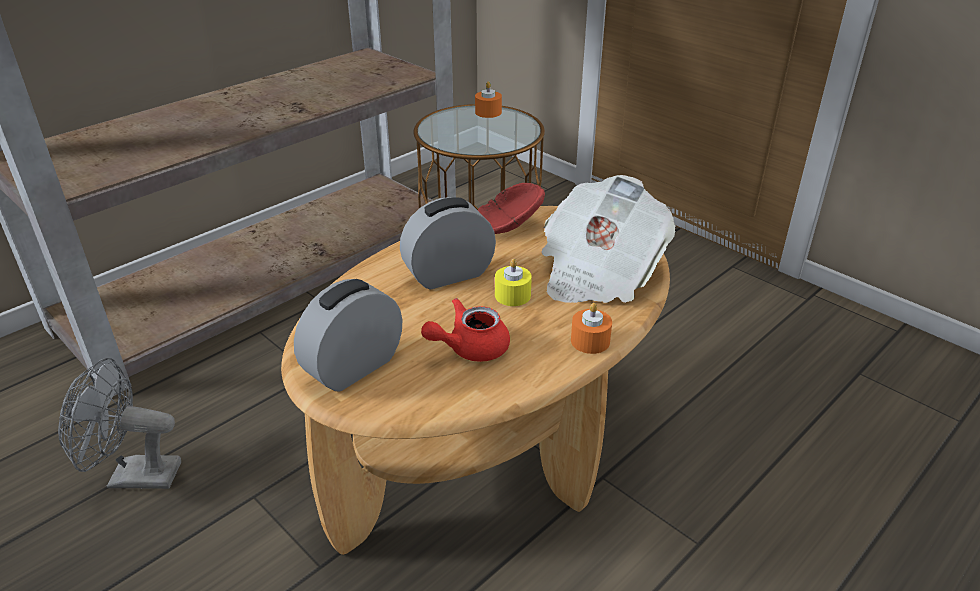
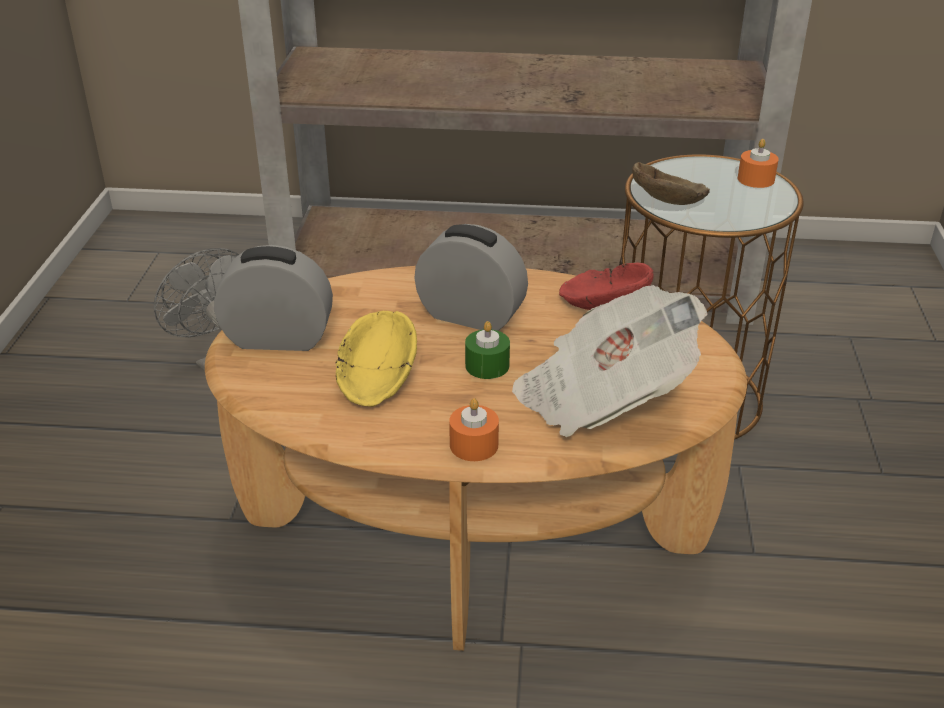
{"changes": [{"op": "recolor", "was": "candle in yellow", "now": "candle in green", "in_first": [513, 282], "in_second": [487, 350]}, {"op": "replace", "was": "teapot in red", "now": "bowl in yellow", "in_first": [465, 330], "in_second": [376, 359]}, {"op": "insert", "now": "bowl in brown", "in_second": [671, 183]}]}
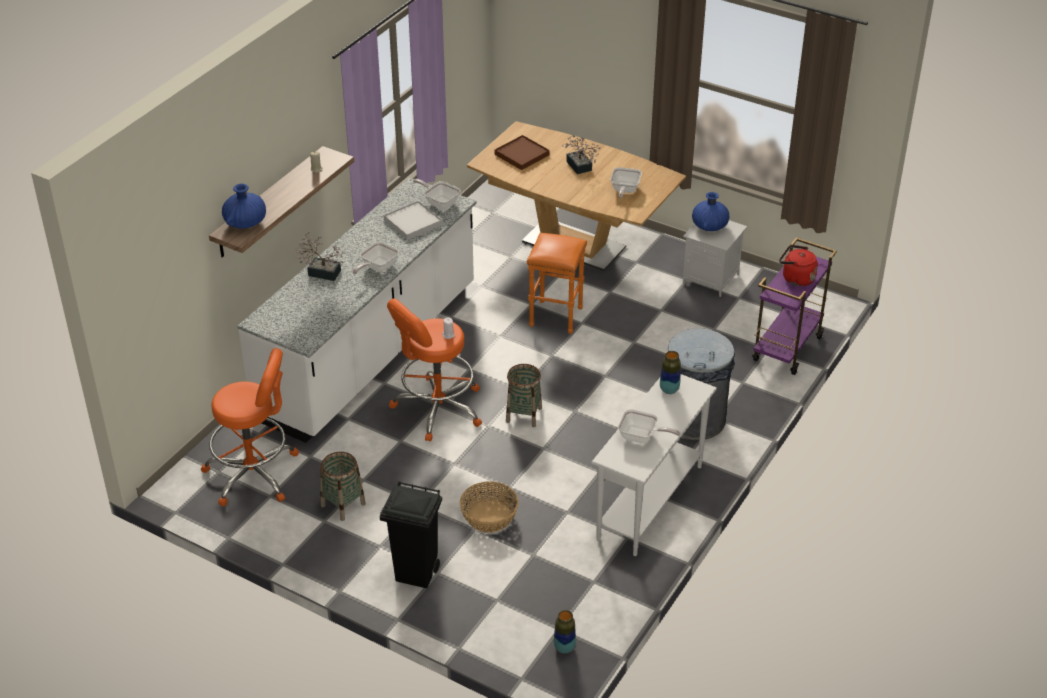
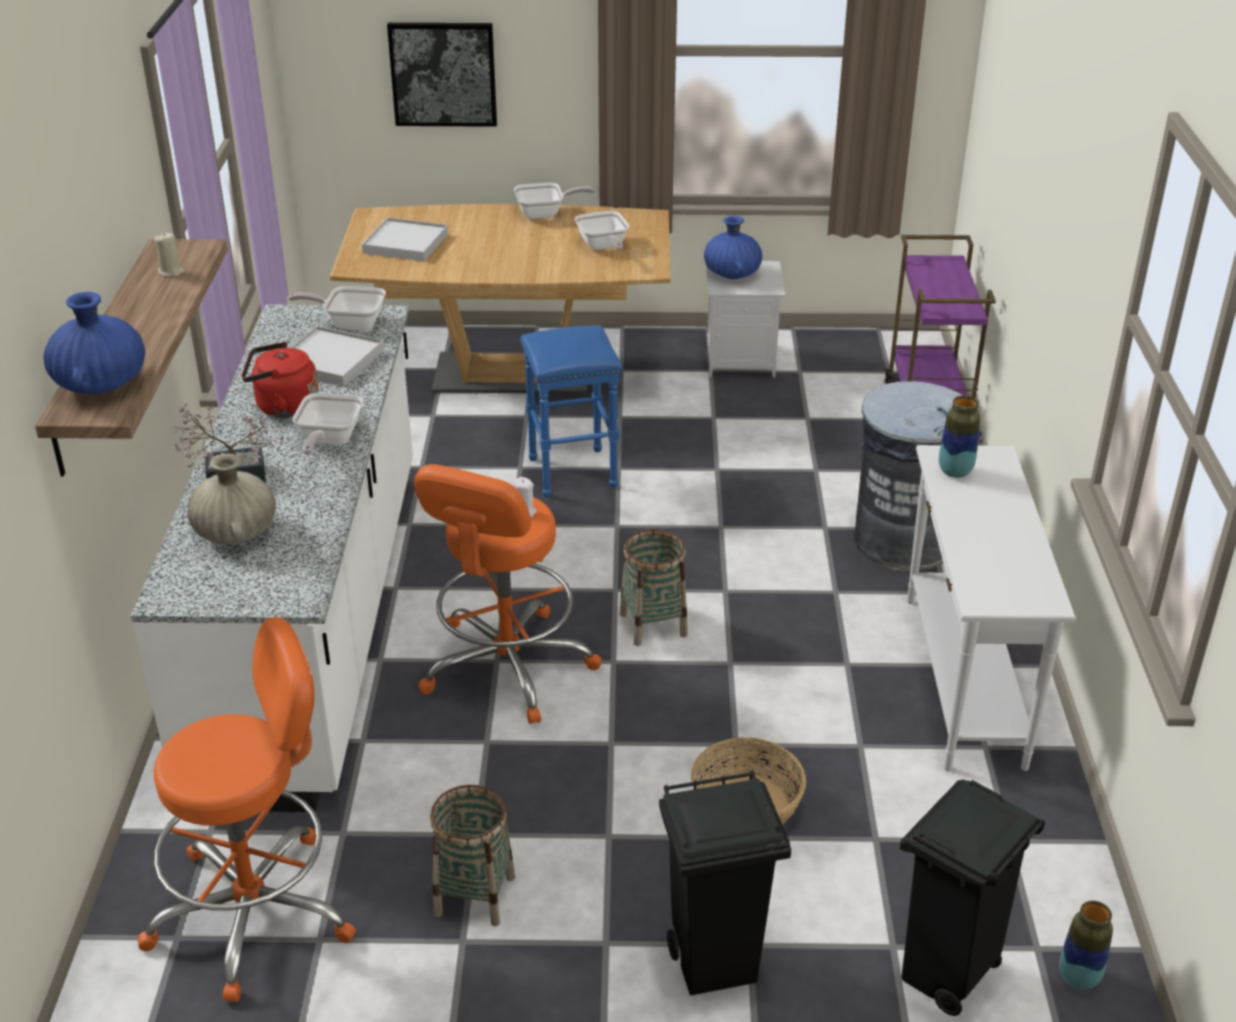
{"changes": [{"op": "recolor", "was": "tray in brown", "now": "tray in white", "in_first": [522, 152], "in_second": [405, 239]}, {"op": "delete", "was": "potted plant", "in_first": [581, 154]}, {"op": "recolor", "was": "stool in orange", "now": "stool in blue", "in_first": [557, 283], "in_second": [571, 411]}, {"op": "move", "was": "kettle in red", "in_first": [798, 265], "in_second": [280, 380]}, {"op": "move", "was": "frying pan", "in_first": [649, 426], "in_second": [554, 201]}, {"op": "insert", "now": "picture", "in_second": [442, 75]}, {"op": "insert", "now": "vase in beige", "in_second": [231, 498]}, {"op": "insert", "now": "trash can in black", "in_second": [972, 897]}]}
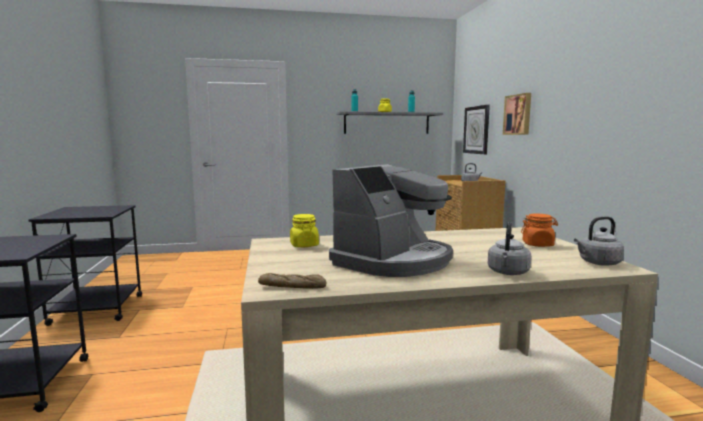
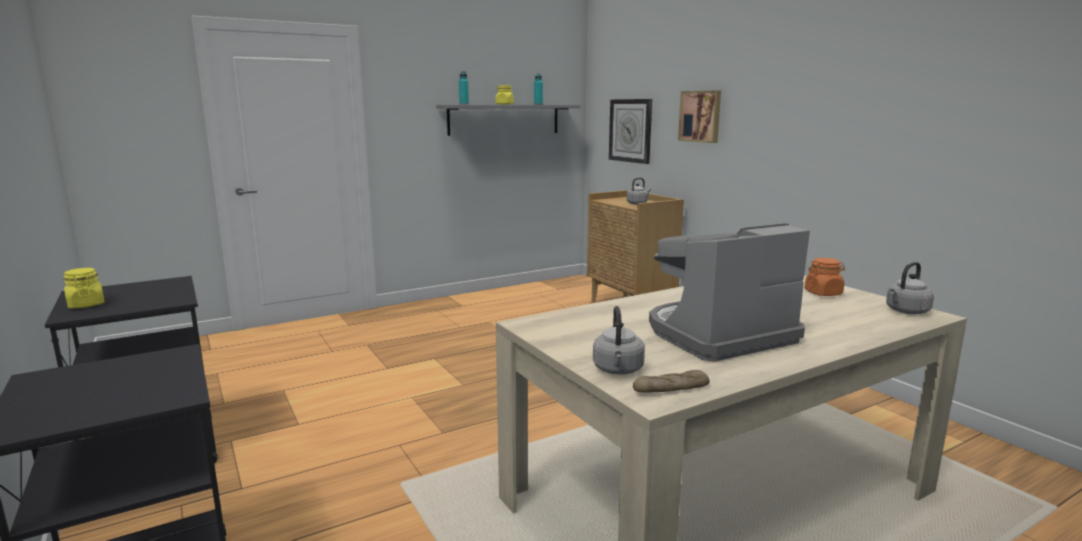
{"changes": [{"op": "rotate", "was": "coffee machine", "in_first": [391, 220], "in_second": [729, 292], "clockwise": -135}, {"op": "move", "was": "jar in yellow", "in_first": [304, 230], "in_second": [84, 288]}, {"op": "move", "was": "kettle in grey", "in_first": [509, 248], "in_second": [619, 340]}]}
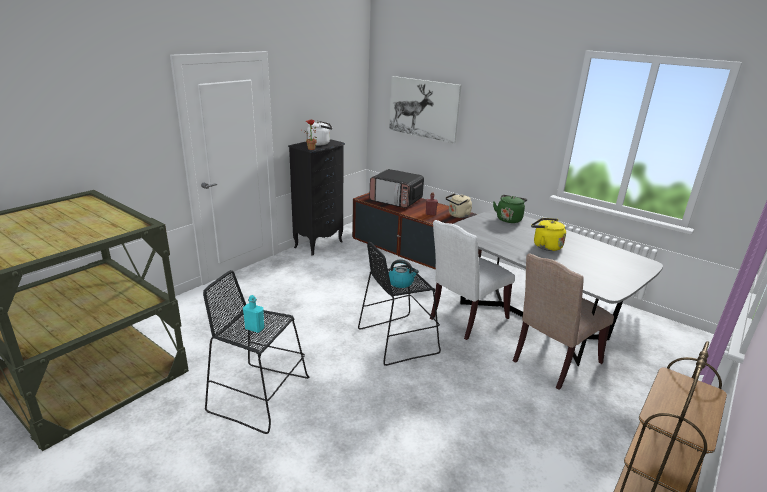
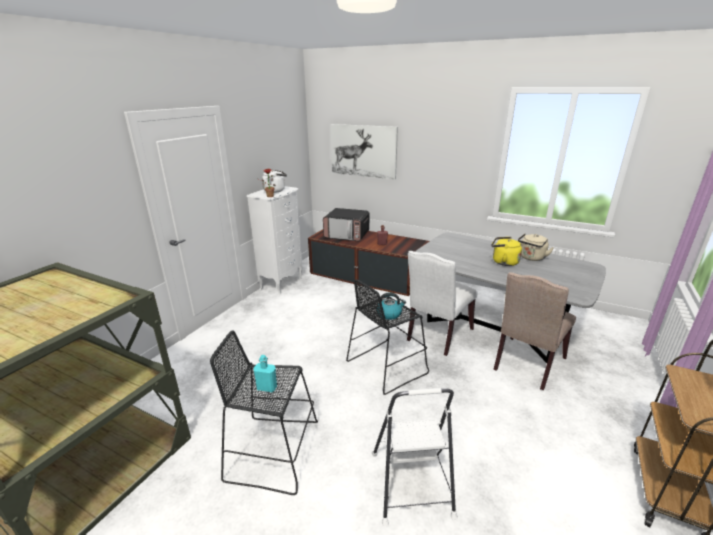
{"changes": [{"op": "recolor", "was": "dresser in black", "now": "dresser in white", "in_first": [316, 197], "in_second": [275, 240]}, {"op": "move", "was": "kettle in beige", "in_first": [459, 205], "in_second": [535, 247]}, {"op": "delete", "was": "kettle in green", "in_first": [510, 209]}, {"op": "insert", "now": "step ladder in white", "in_second": [415, 457]}]}
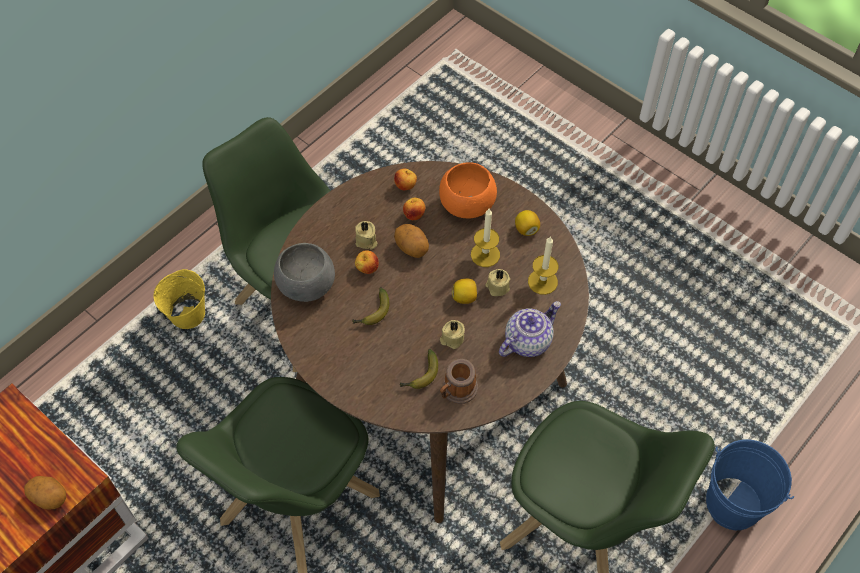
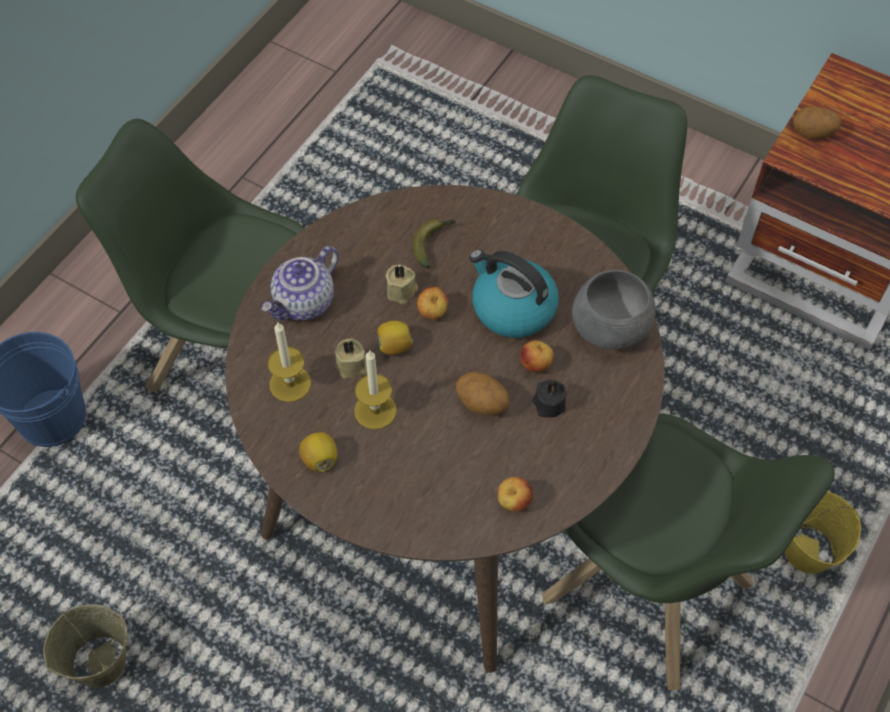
{"changes": [{"op": "delete", "was": "bowl in orange", "in_first": [468, 191]}, {"op": "move", "was": "apple", "in_first": [414, 209], "in_second": [432, 303]}, {"op": "recolor", "was": "candle in beige", "now": "candle in black", "in_first": [366, 235], "in_second": [549, 399]}, {"op": "replace", "was": "banana", "now": "kettle", "in_first": [370, 306], "in_second": [514, 293]}, {"op": "delete", "was": "mug", "in_first": [459, 381]}, {"op": "insert", "now": "bucket in beige", "in_second": [85, 646]}]}
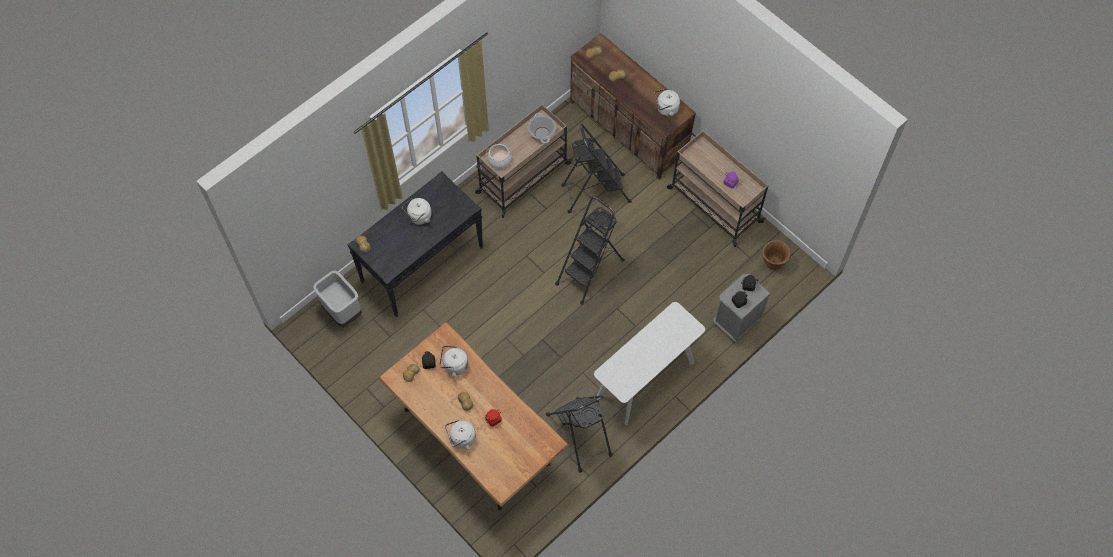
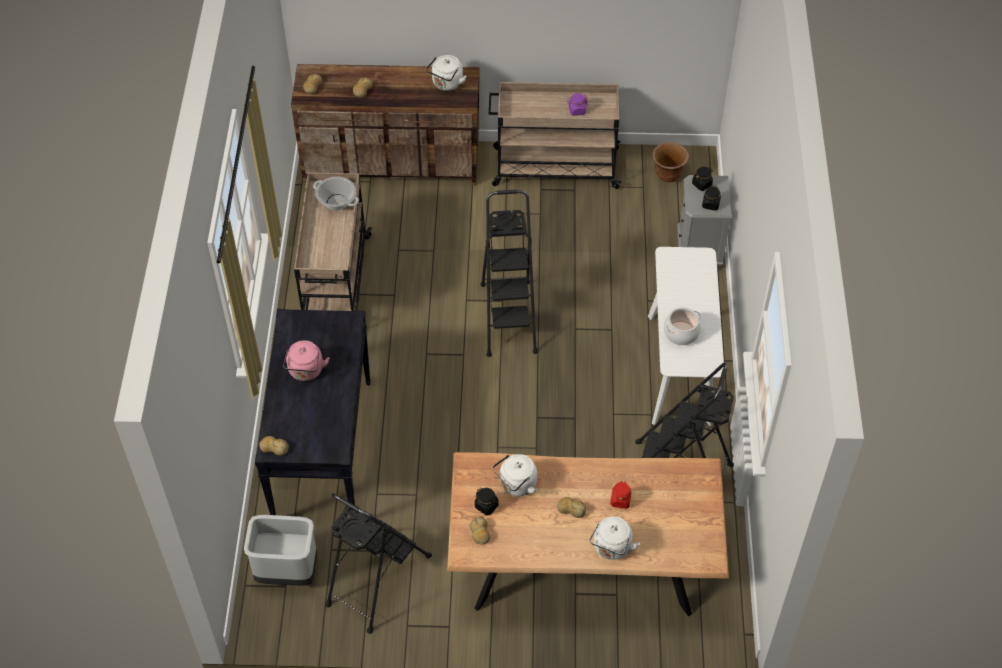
{"changes": [{"op": "move", "was": "step ladder", "in_first": [596, 168], "in_second": [378, 563]}, {"op": "move", "was": "cooking pot", "in_first": [499, 156], "in_second": [682, 326]}, {"op": "recolor", "was": "kettle in white", "now": "kettle in pink", "in_first": [417, 211], "in_second": [306, 360]}]}
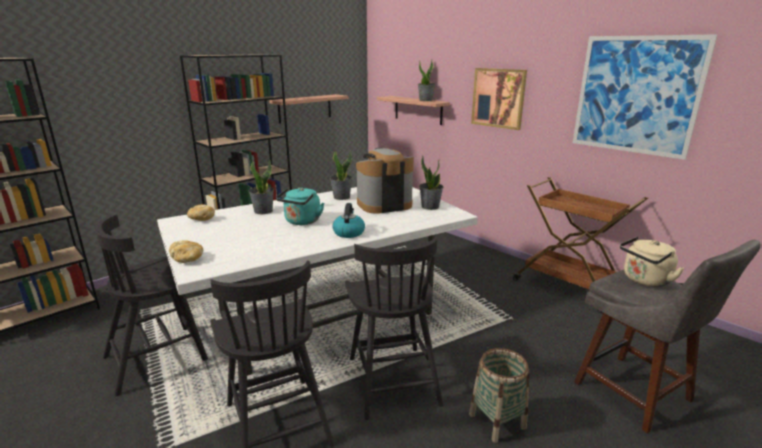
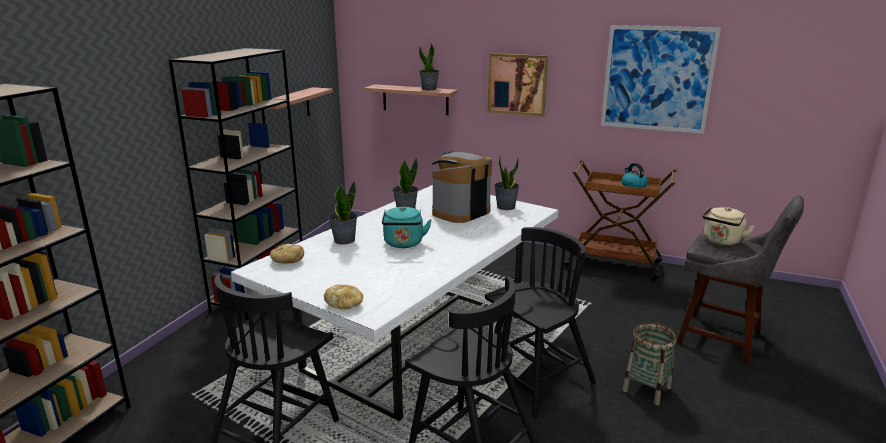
{"changes": [{"op": "move", "was": "kettle", "in_first": [348, 220], "in_second": [635, 175]}, {"op": "rotate", "was": "chair in black", "in_first": [394, 328], "in_second": [540, 322], "clockwise": -90}]}
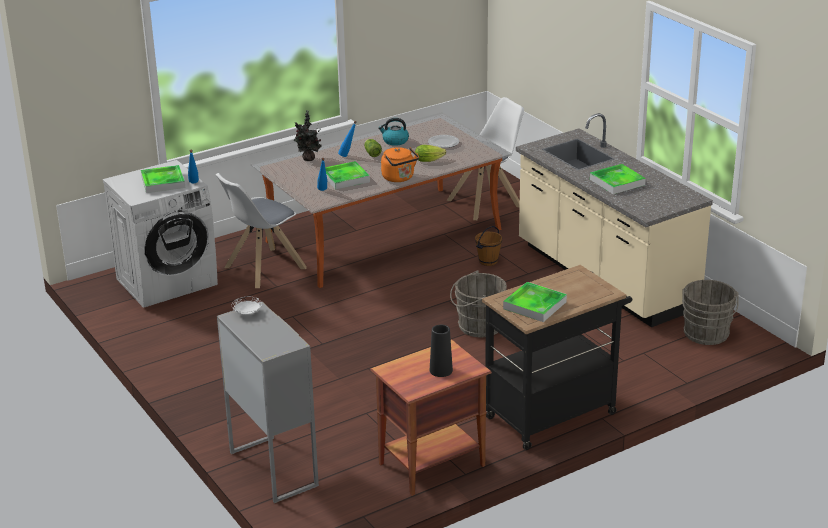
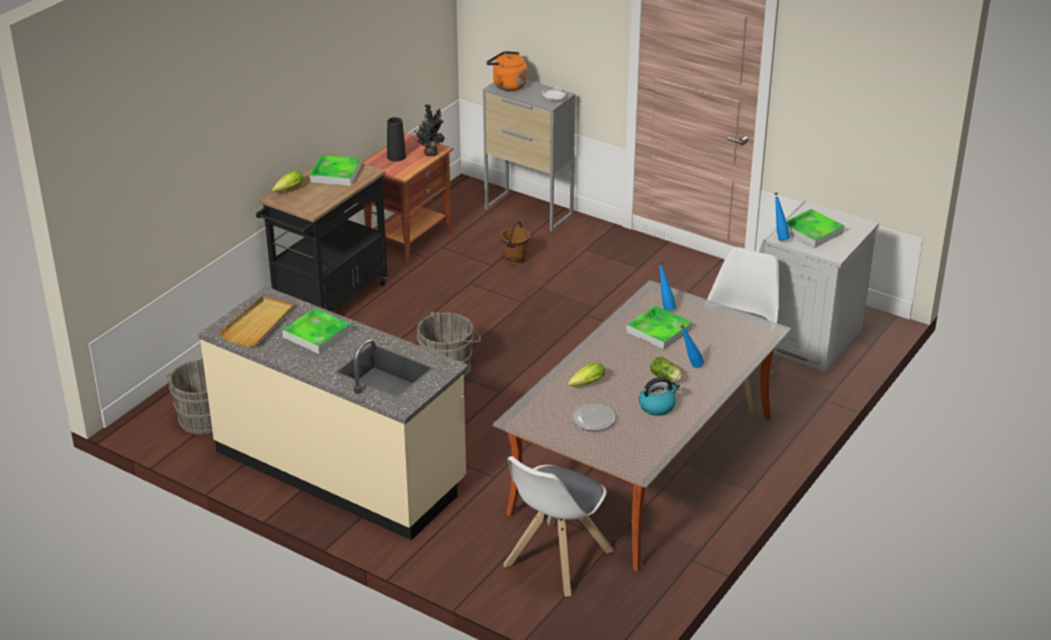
{"changes": [{"op": "move", "was": "potted plant", "in_first": [308, 135], "in_second": [429, 130]}, {"op": "move", "was": "kettle in orange", "in_first": [400, 164], "in_second": [506, 71]}, {"op": "move", "was": "bucket in brown", "in_first": [488, 246], "in_second": [515, 242]}, {"op": "insert", "now": "lettuce", "in_second": [287, 181]}, {"op": "insert", "now": "tray in beige", "in_second": [256, 321]}]}
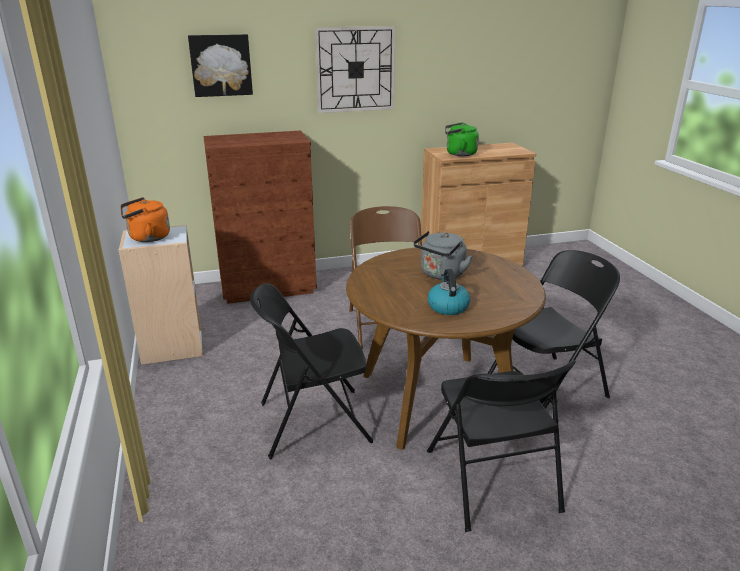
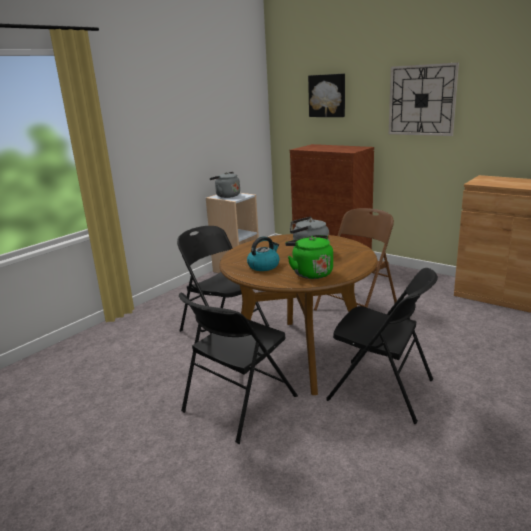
{"changes": [{"op": "move", "was": "kettle in green", "in_first": [462, 139], "in_second": [309, 257]}, {"op": "recolor", "was": "kettle in orange", "now": "kettle in grey", "in_first": [145, 219], "in_second": [225, 185]}]}
